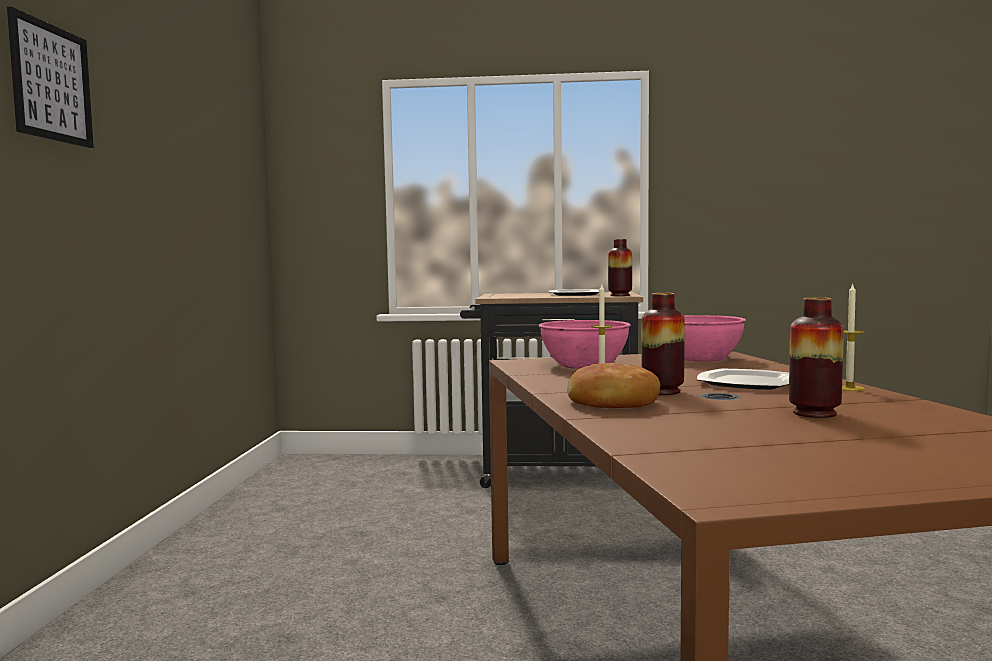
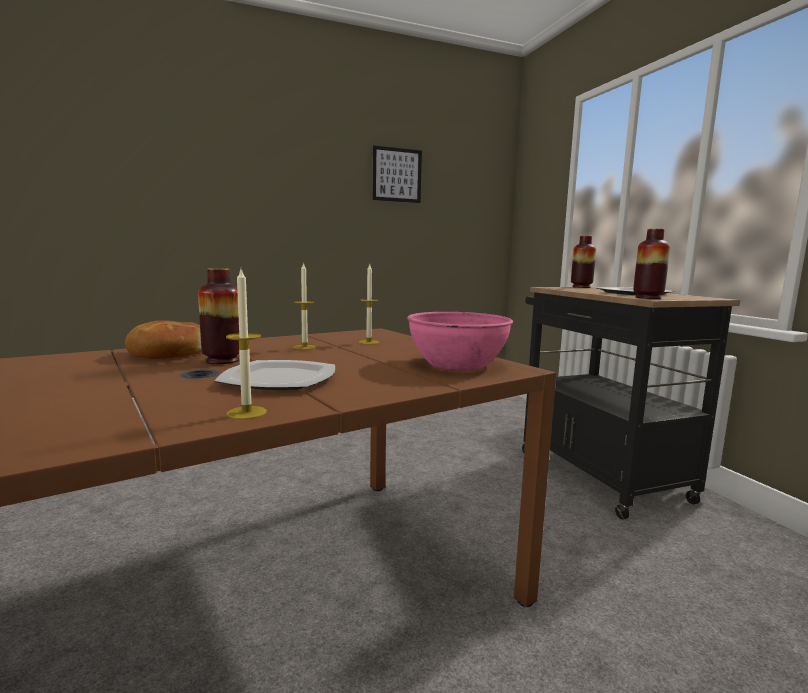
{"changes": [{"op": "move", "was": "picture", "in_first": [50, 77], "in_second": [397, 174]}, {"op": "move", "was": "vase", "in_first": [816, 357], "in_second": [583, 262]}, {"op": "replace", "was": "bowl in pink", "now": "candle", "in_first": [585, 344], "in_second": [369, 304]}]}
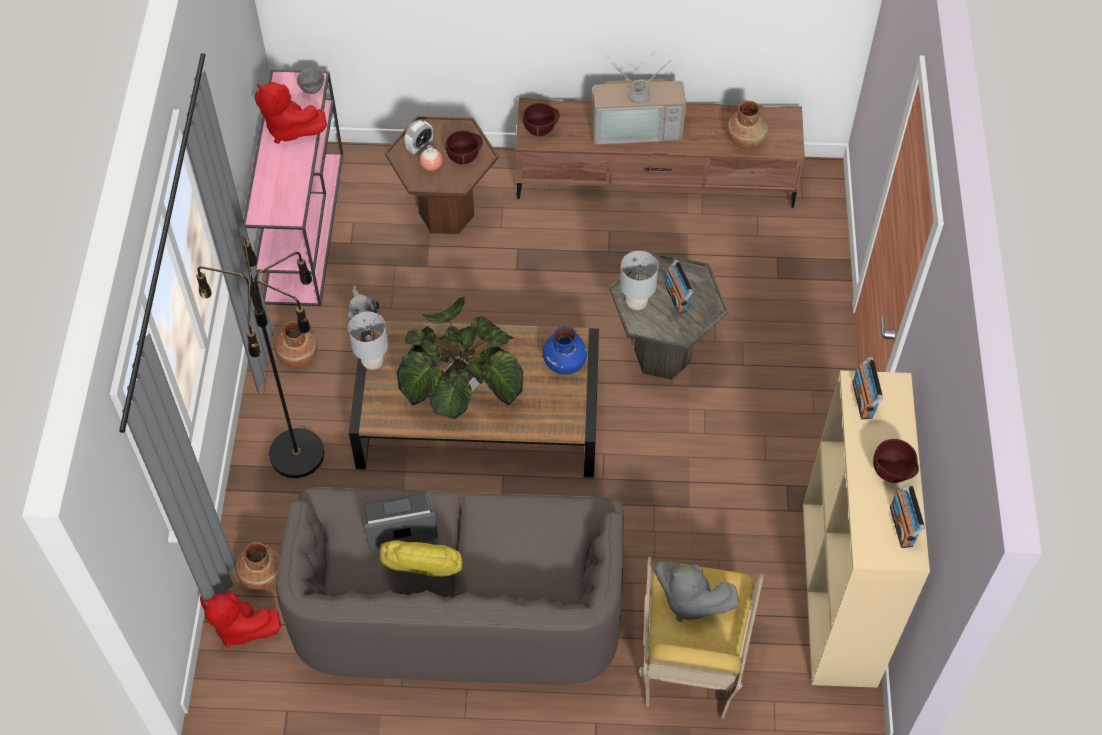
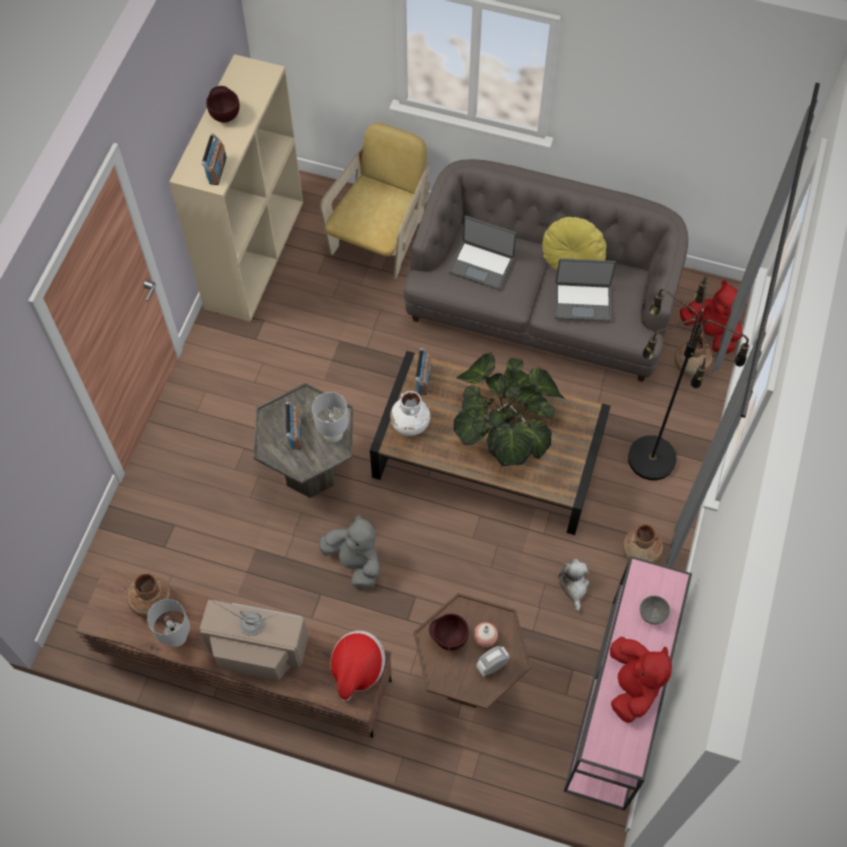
{"changes": [{"op": "move", "was": "bowl in grey", "in_first": [310, 81], "in_second": [655, 610]}, {"op": "rotate", "was": "plush toy in red", "in_first": [291, 113], "in_second": [641, 680], "clockwise": 45}, {"op": "replace", "was": "bowl in brown", "now": "hat", "in_first": [541, 119], "in_second": [357, 666]}, {"op": "move", "was": "table lamp in grey", "in_first": [368, 341], "in_second": [168, 623]}, {"op": "recolor", "was": "vase in blue", "now": "vase in white", "in_first": [565, 350], "in_second": [410, 413]}, {"op": "move", "was": "radio", "in_first": [907, 515], "in_second": [423, 371]}, {"op": "move", "was": "plush toy in grey", "in_first": [696, 591], "in_second": [349, 551]}, {"op": "insert", "now": "laptop", "in_second": [483, 253]}]}
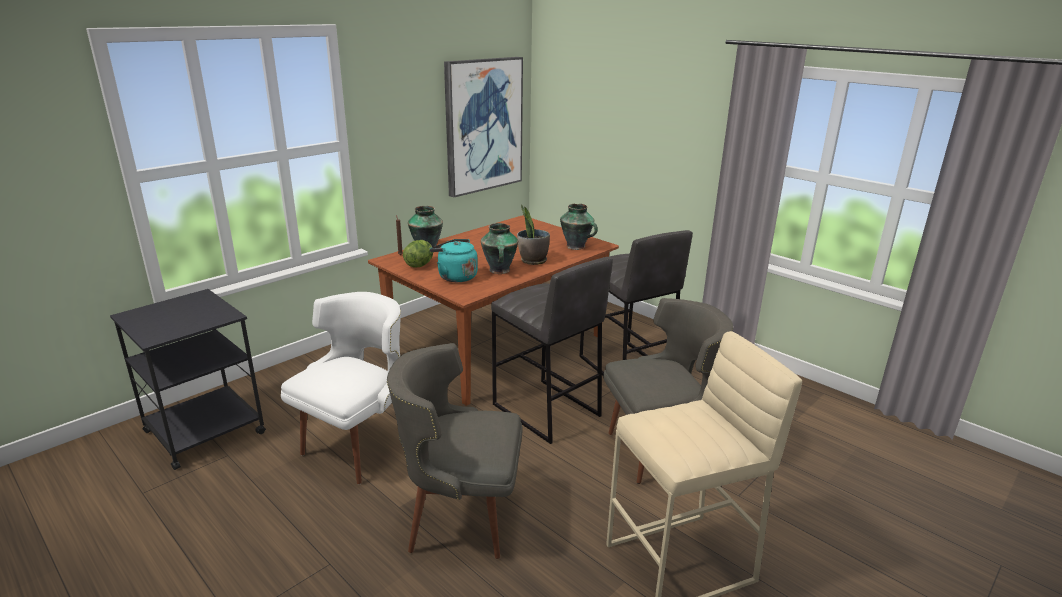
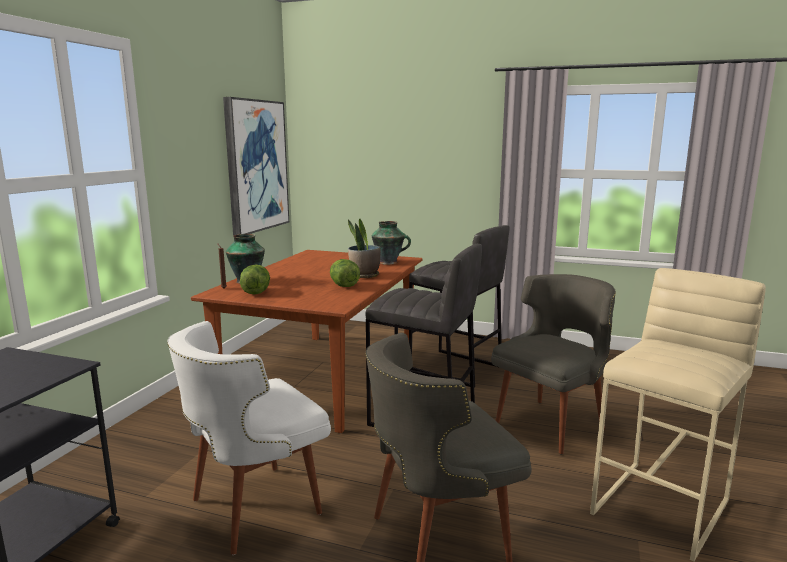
{"changes": [{"op": "replace", "was": "vase", "now": "lettuce", "in_first": [499, 248], "in_second": [345, 273]}, {"op": "delete", "was": "kettle in turquoise", "in_first": [454, 260]}, {"op": "rotate", "was": "chair in white", "in_first": [341, 388], "in_second": [249, 438], "clockwise": -135}]}
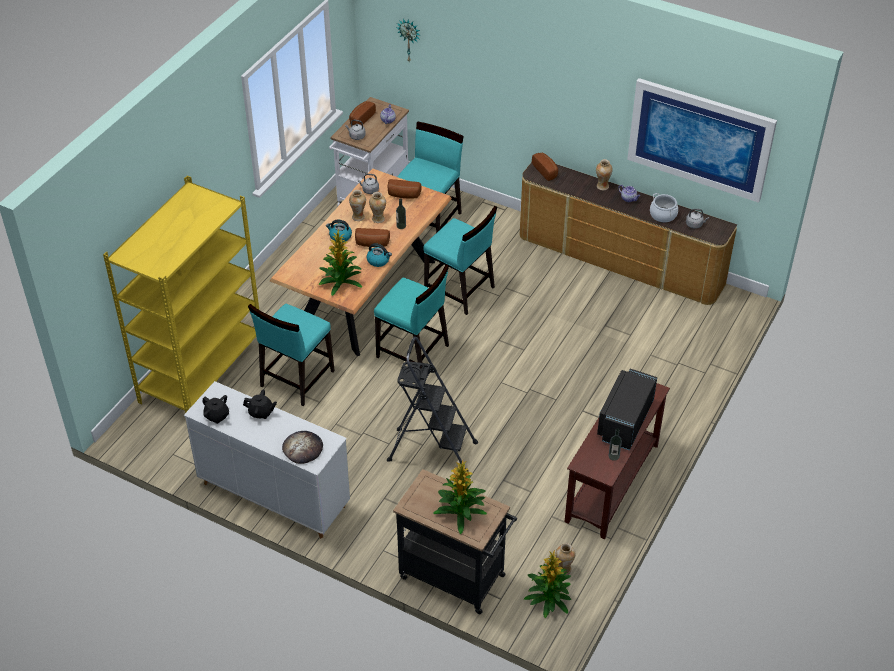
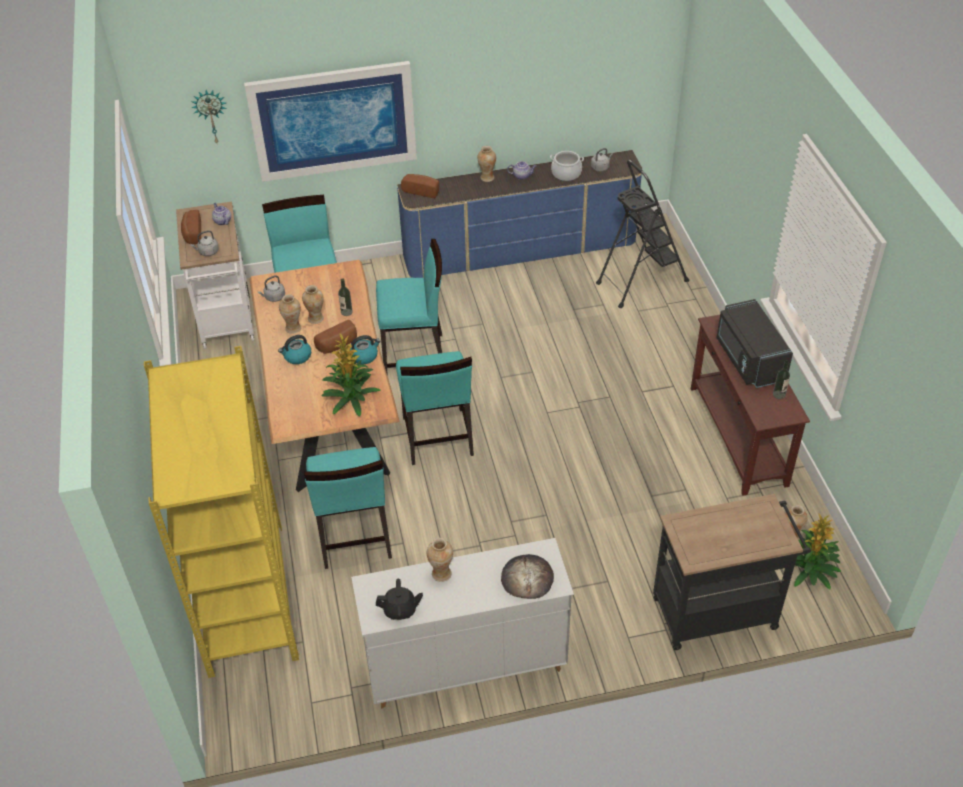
{"changes": [{"op": "move", "was": "picture", "in_first": [702, 140], "in_second": [330, 121]}, {"op": "recolor", "was": "cabinet in brown", "now": "cabinet in blue", "in_first": [628, 233], "in_second": [519, 214]}, {"op": "delete", "was": "bread", "in_first": [405, 189]}, {"op": "rotate", "was": "chair in turquoise", "in_first": [411, 316], "in_second": [435, 408], "clockwise": 90}, {"op": "move", "was": "step ladder", "in_first": [432, 404], "in_second": [643, 234]}, {"op": "replace", "was": "teapot in black", "now": "vase", "in_first": [260, 404], "in_second": [440, 560]}, {"op": "delete", "was": "potted plant", "in_first": [460, 497]}]}
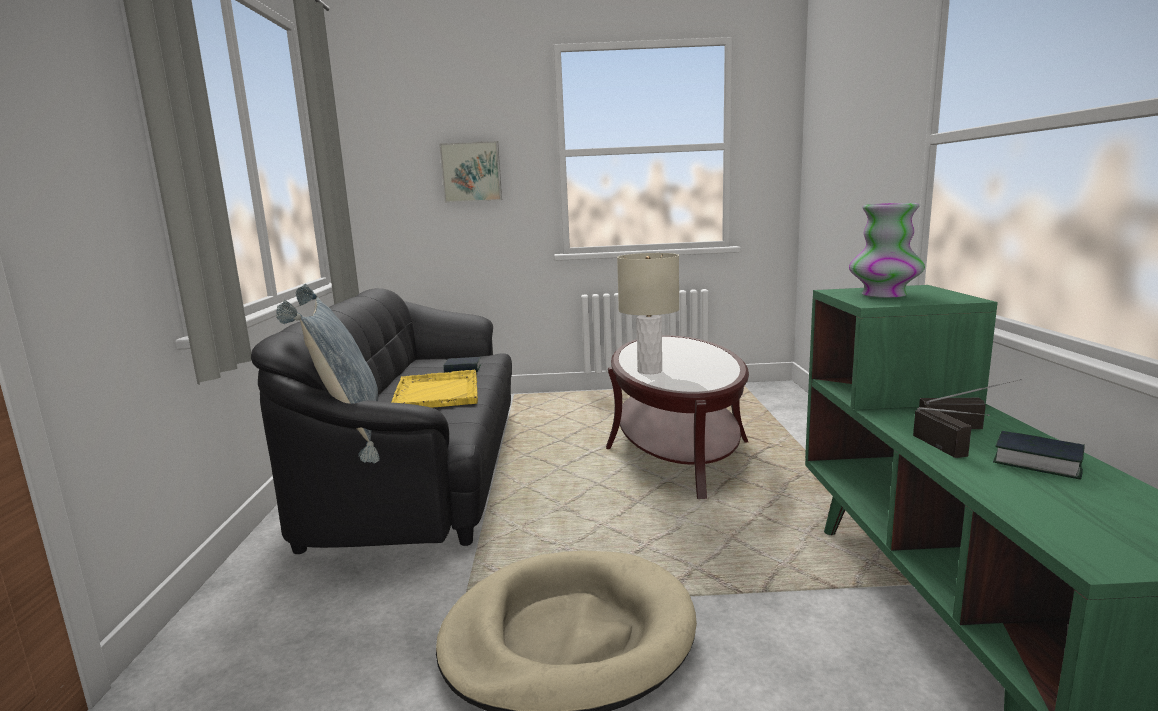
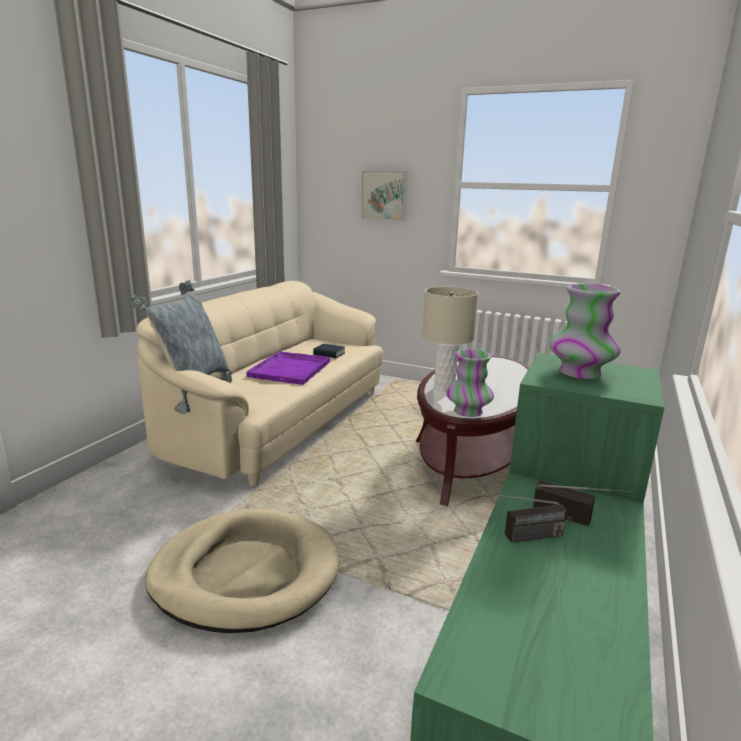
{"changes": [{"op": "recolor", "was": "sofa in black", "now": "sofa in beige", "in_first": [381, 421], "in_second": [259, 383]}, {"op": "recolor", "was": "tray in yellow", "now": "tray in purple", "in_first": [434, 389], "in_second": [288, 368]}, {"op": "rotate", "was": "radio", "in_first": [951, 432], "in_second": [524, 517], "clockwise": 60}, {"op": "delete", "was": "book", "in_first": [1039, 455]}, {"op": "insert", "now": "vase", "in_second": [470, 383]}]}
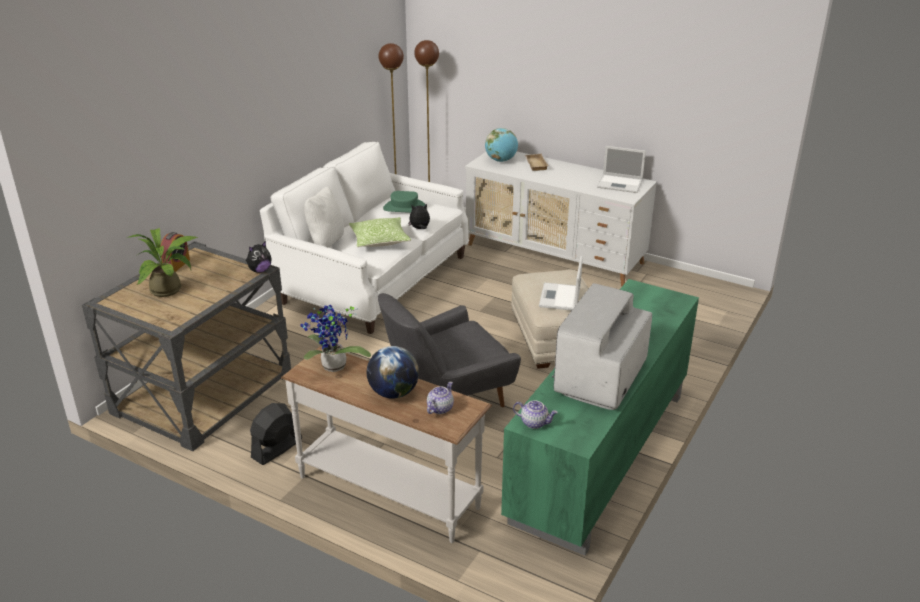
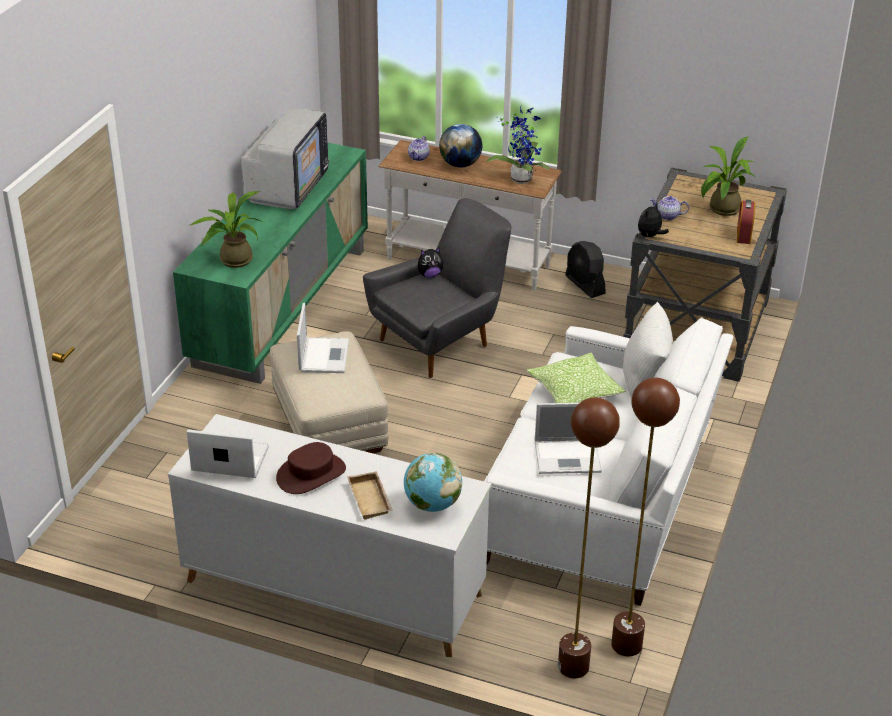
{"changes": [{"op": "replace", "was": "hat in green", "now": "laptop", "in_first": [404, 202], "in_second": [568, 438]}, {"op": "move", "was": "plush toy", "in_first": [419, 216], "in_second": [430, 262]}, {"op": "move", "was": "teapot", "in_first": [535, 414], "in_second": [669, 208]}, {"op": "rotate", "was": "fan in black", "in_first": [276, 434], "in_second": [585, 269], "clockwise": 120}, {"op": "insert", "now": "potted plant", "in_second": [226, 229]}, {"op": "insert", "now": "hat in brown", "in_second": [311, 468]}]}
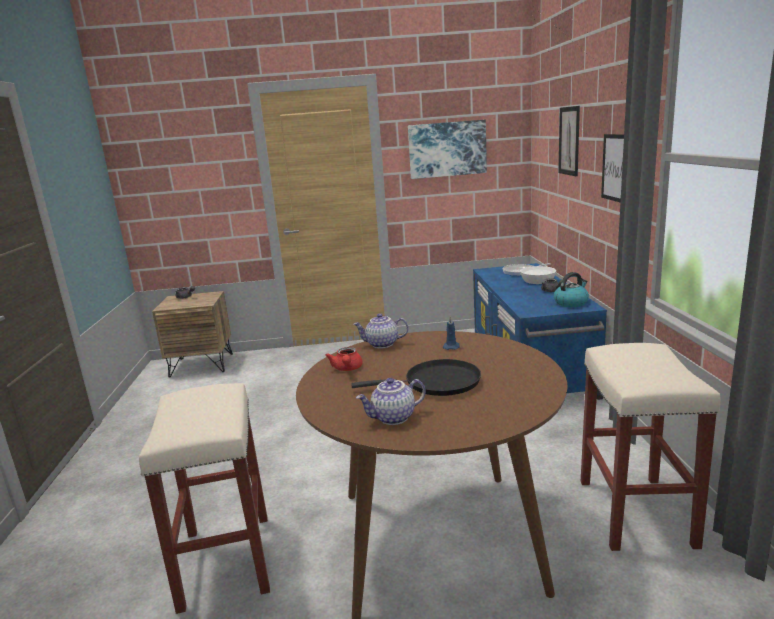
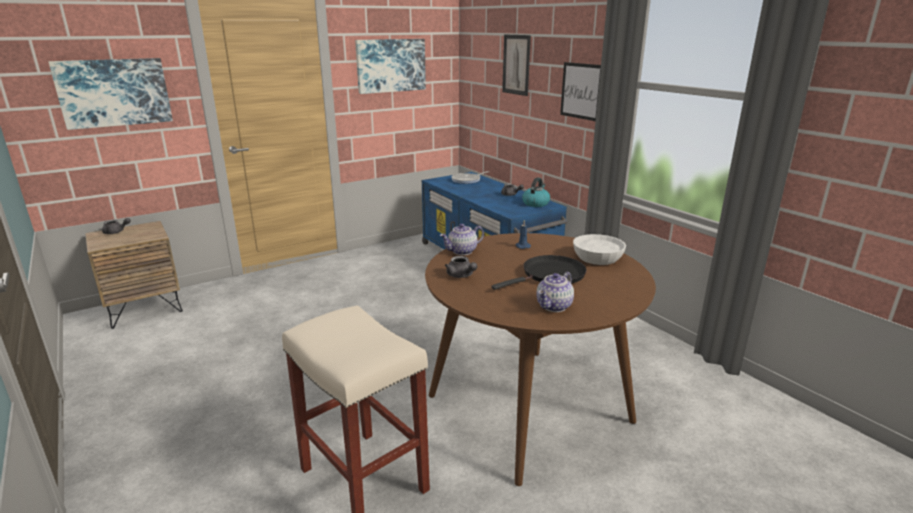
{"changes": [{"op": "move", "was": "bowl in white", "in_first": [538, 275], "in_second": [599, 249]}, {"op": "delete", "was": "stool in beige", "in_first": [651, 447]}, {"op": "recolor", "was": "teapot in red", "now": "teapot in grey", "in_first": [344, 359], "in_second": [461, 267]}, {"op": "insert", "now": "picture", "in_second": [111, 94]}]}
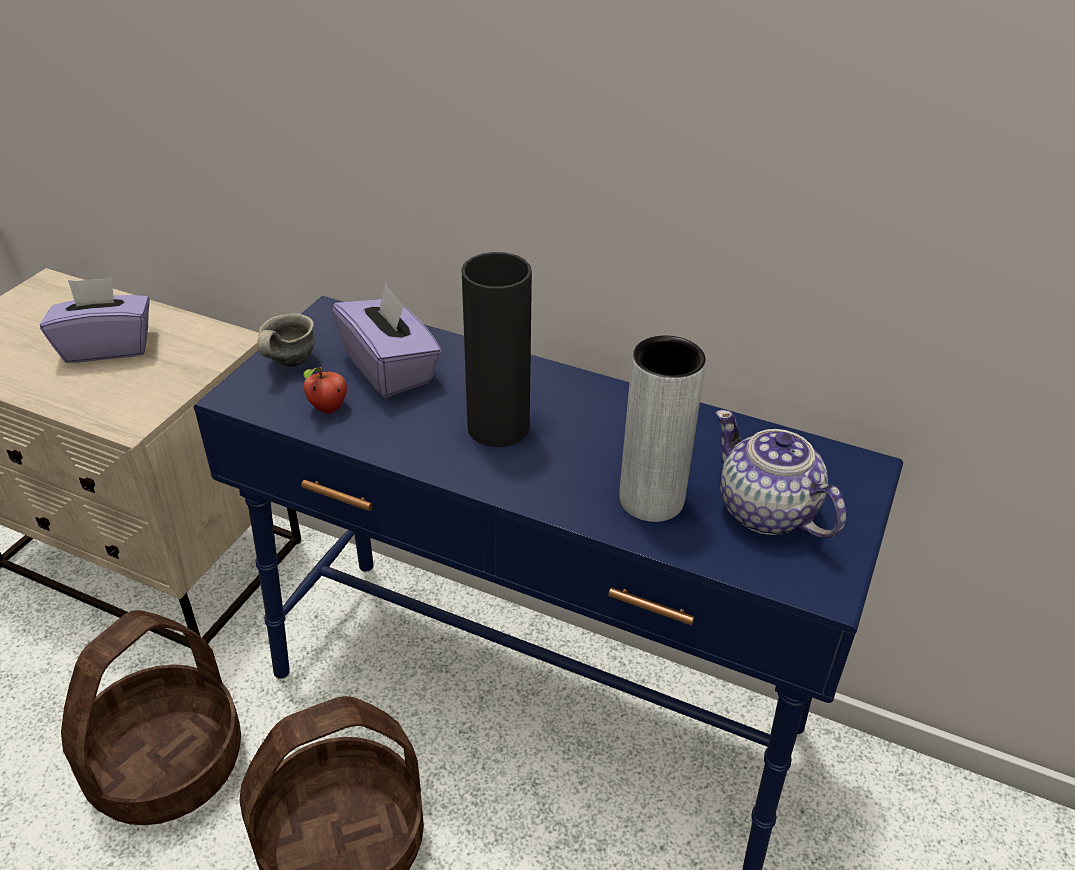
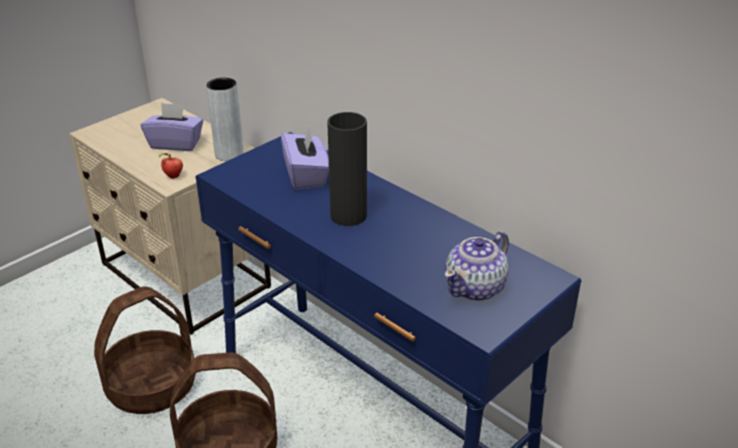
{"changes": [{"op": "delete", "was": "mug in grey", "in_first": [286, 340]}, {"op": "move", "was": "vase in grey", "in_first": [662, 428], "in_second": [225, 120]}, {"op": "move", "was": "apple", "in_first": [325, 390], "in_second": [171, 166]}, {"op": "rotate", "was": "teapot", "in_first": [781, 474], "in_second": [477, 266], "clockwise": -120}]}
